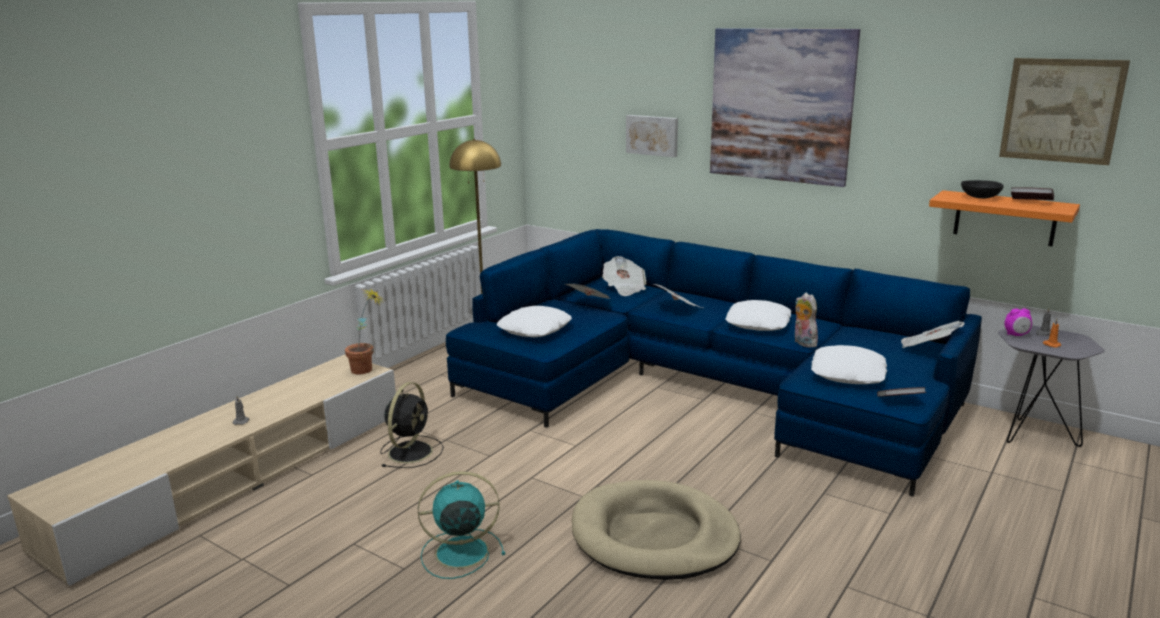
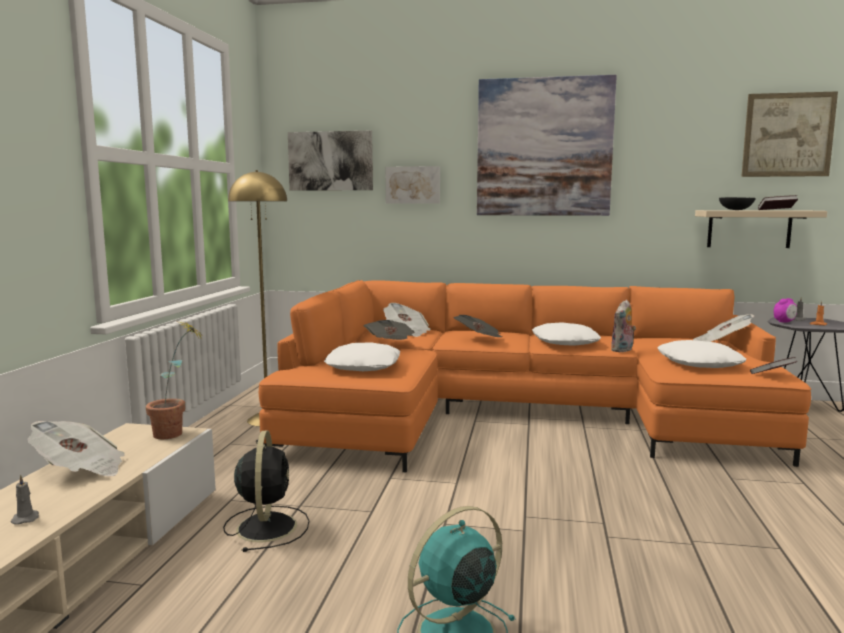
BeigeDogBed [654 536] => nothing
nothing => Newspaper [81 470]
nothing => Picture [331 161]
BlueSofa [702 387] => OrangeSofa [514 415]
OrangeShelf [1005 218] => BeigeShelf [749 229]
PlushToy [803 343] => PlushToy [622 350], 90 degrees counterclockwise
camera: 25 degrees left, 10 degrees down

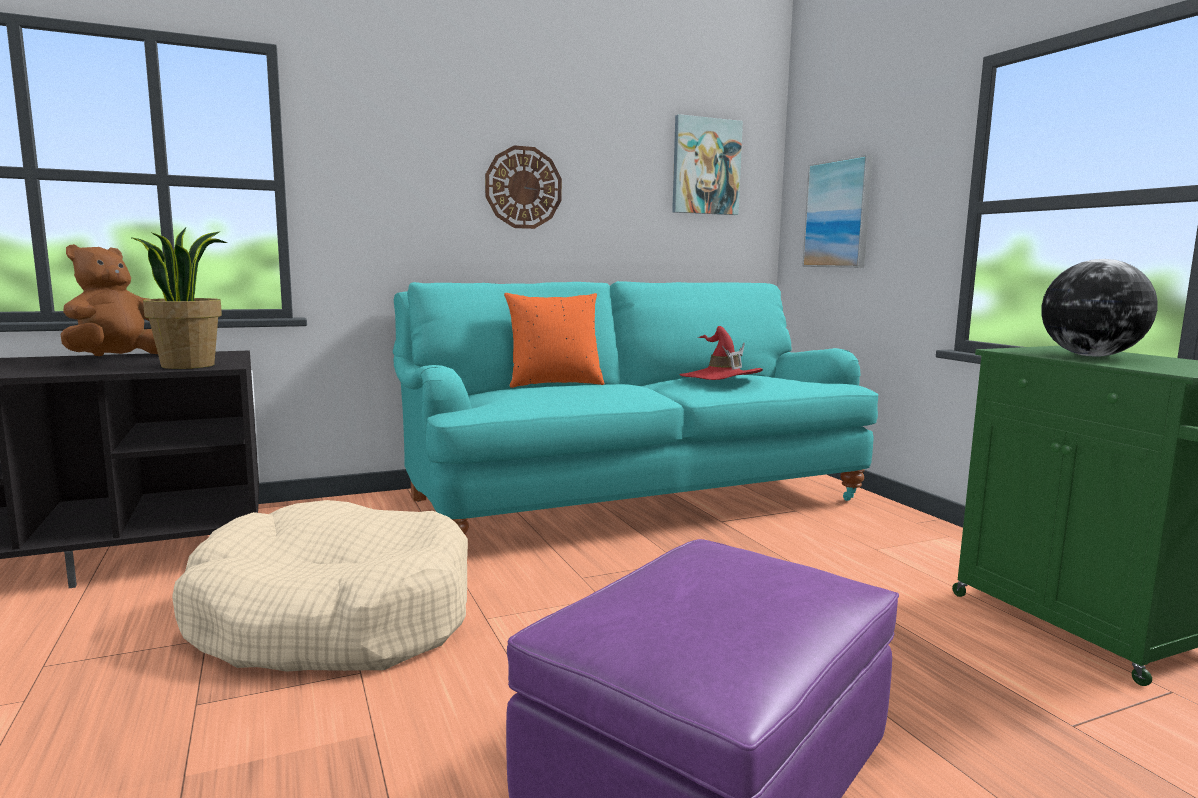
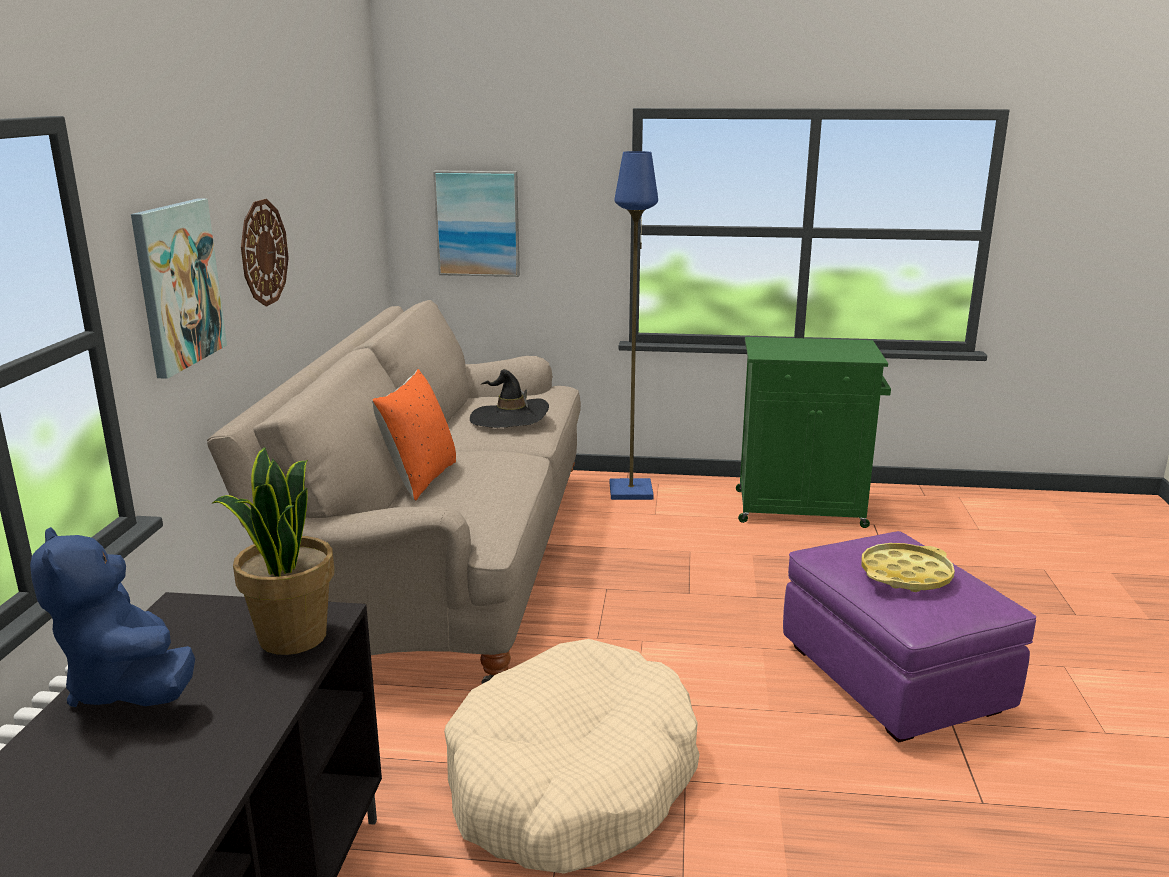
Globe [1091 356] => nothing
nothing => BlueFloorLamp [631 491]
nothing => YellowTray [906 575]
Picture [706 166] => Picture [177 285], shifted
BrownPlushToy [119 358] => BluePlushToy [129 687]
TurquoiseSofa [631 498] => BeigeSofa [444 561]
RedHat [720 379] => BlackHat [509 418]
camera: 60 degrees left, 10 degrees up

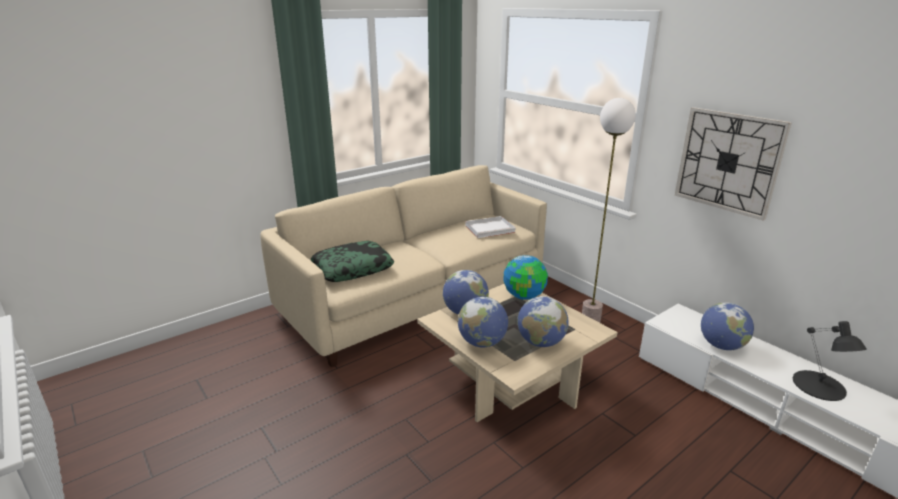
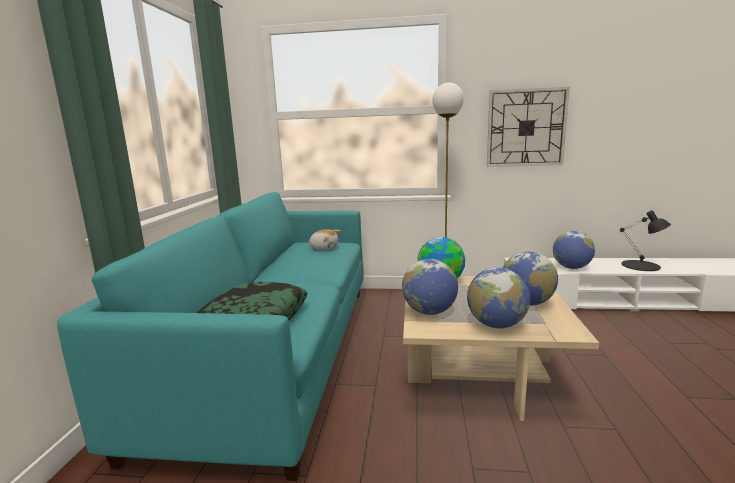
WhiteTray [490 229] => PlushToy [324 248]
BeigeSofa [416 298] => TurquoiseSofa [277 353]
camera: 45 degrees left, 10 degrees down

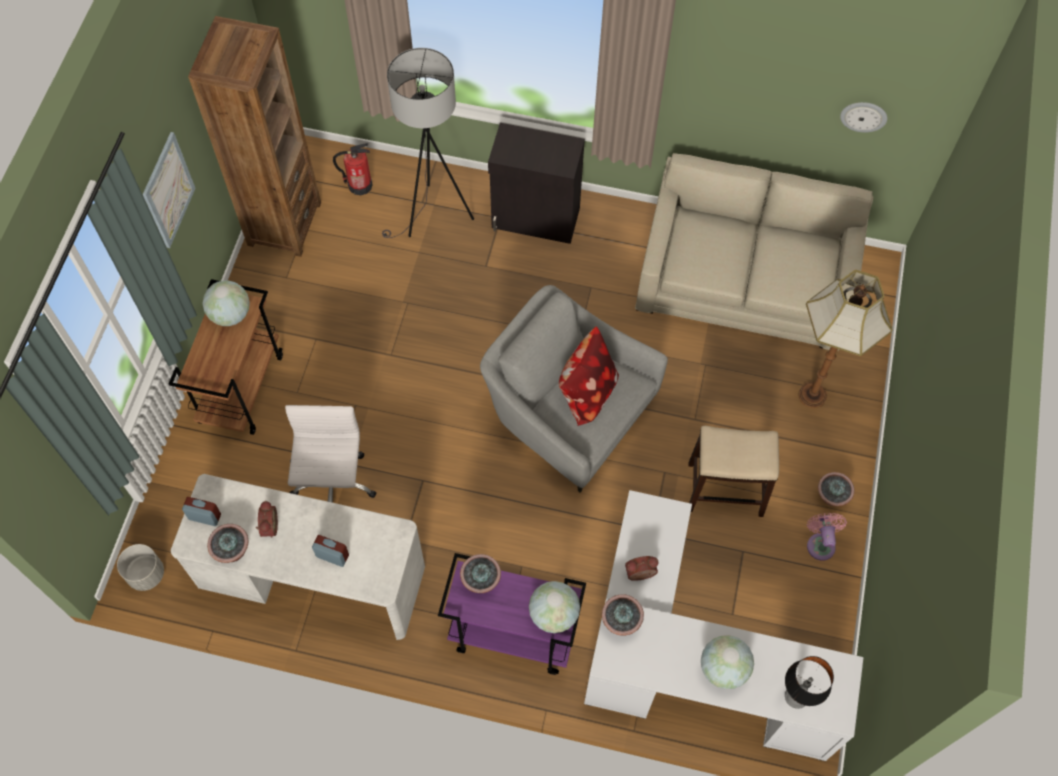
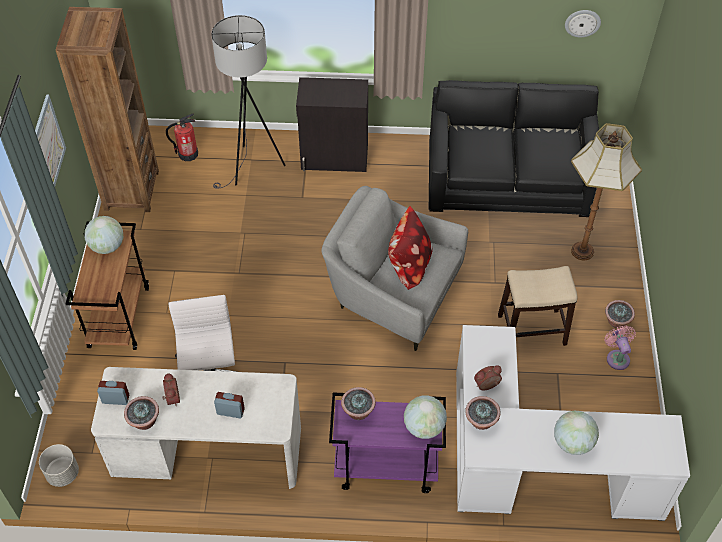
TableLamp [796 696] => nothing
BeigeSofa [746 278] => BlackSofa [509 176]
camera: 10 degrees left, 10 degrees down

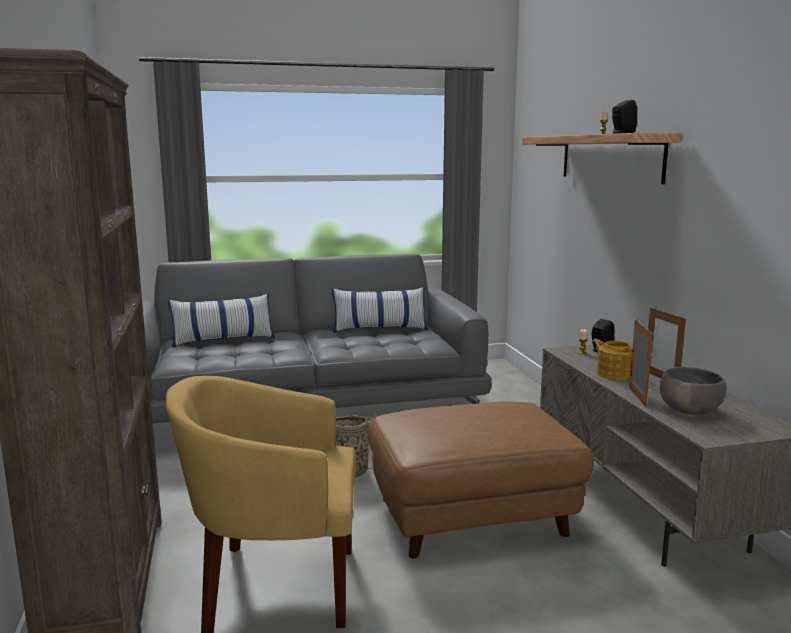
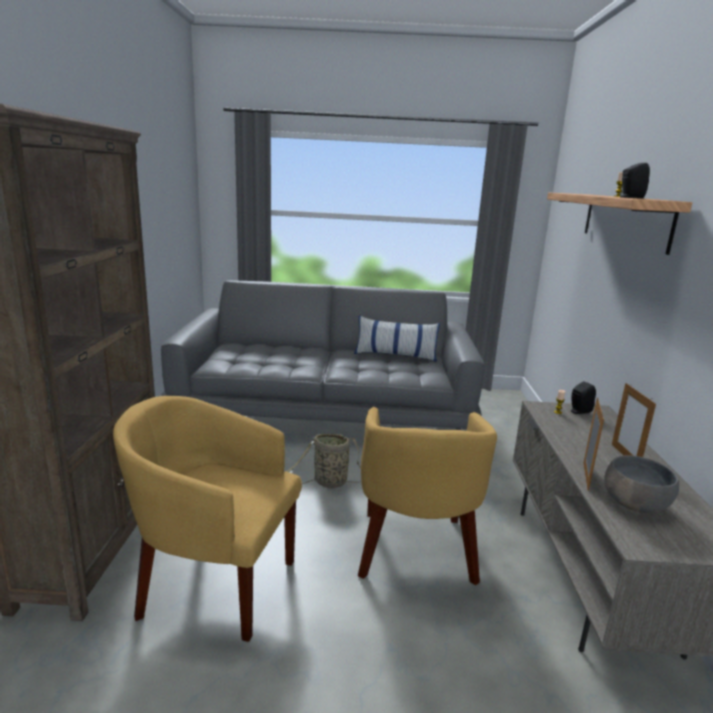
Pillow [223 340] => nothing
Teapot [614 374] => nothing
BrownOttoman [472 517] => YellowArmchair [415 550]
camera: 15 degrees right, 5 degrees up

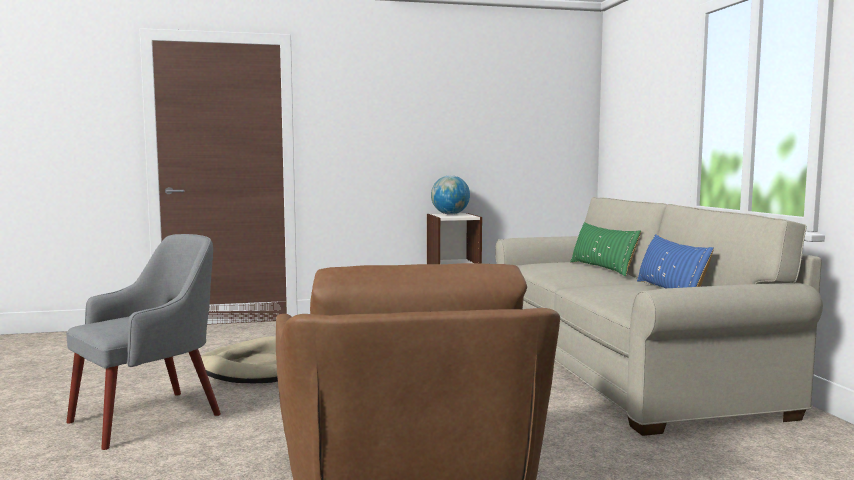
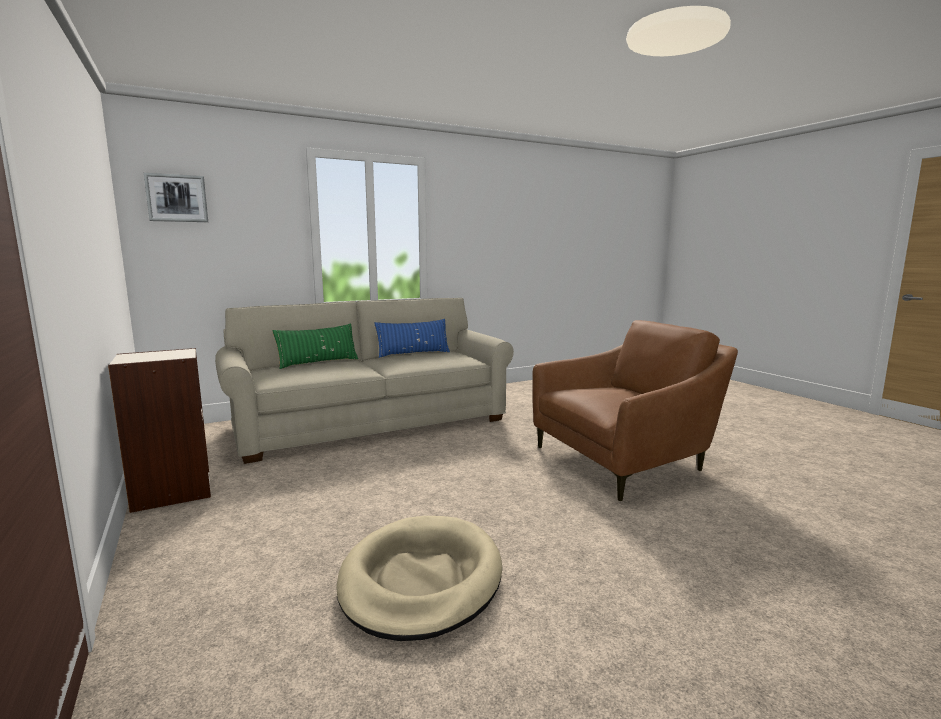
GreyArmchair [150 417] => nothing
Globe [450 214] => nothing
nothing => Picture [177 198]
camera: 105 degrees left, 5 degrees up

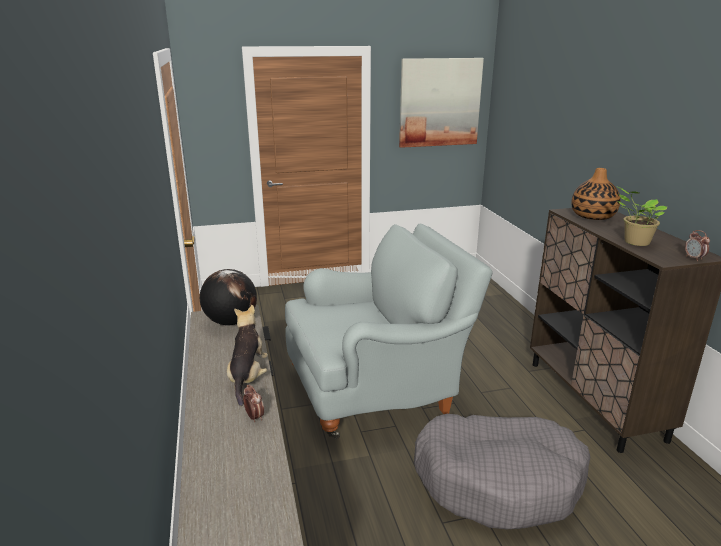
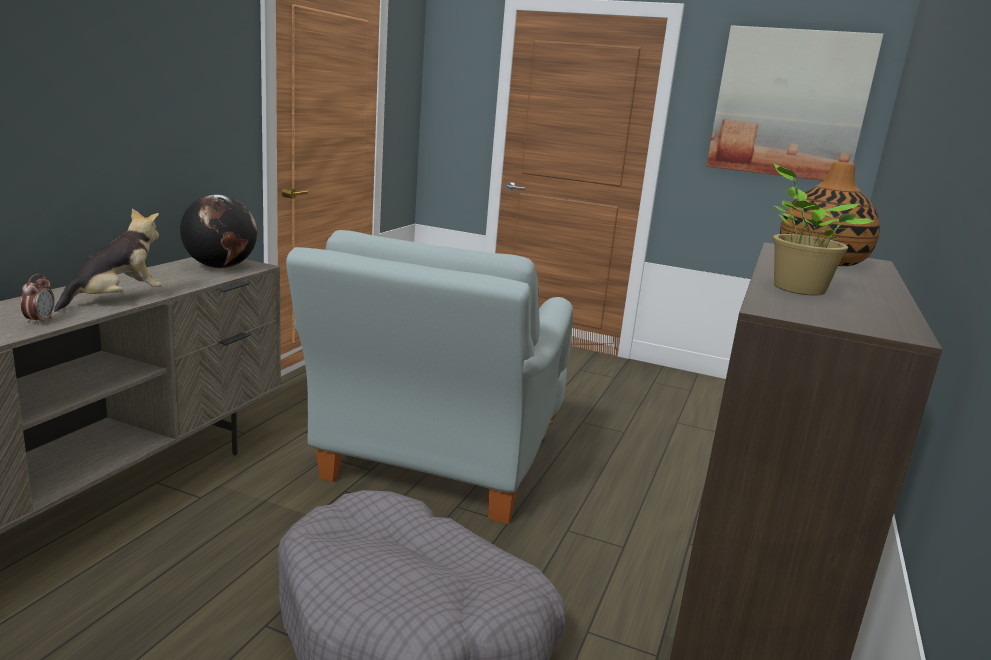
AlarmClock [694 258] => nothing
GreyArmchair [378 389] => GreyArmchair [437 464], 90 degrees clockwise
camera: 35 degrees right, 5 degrees down

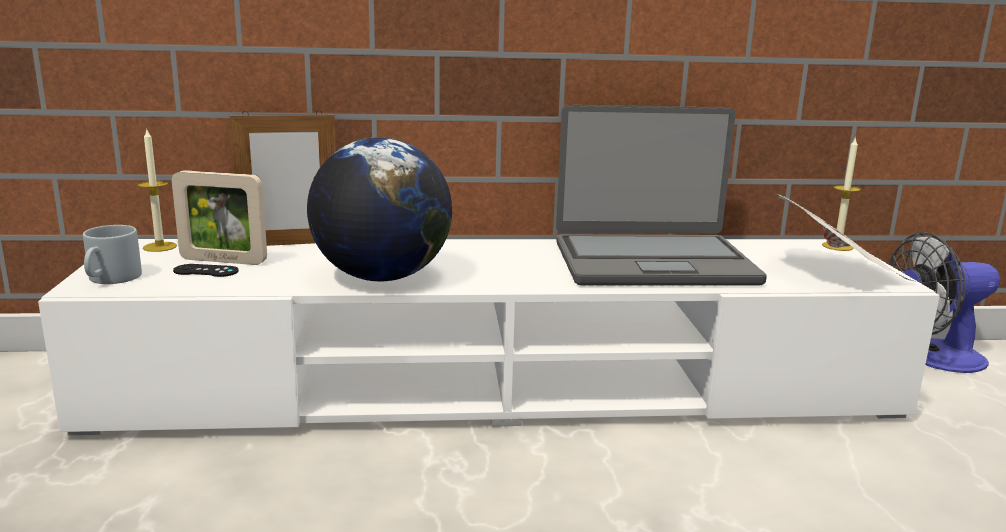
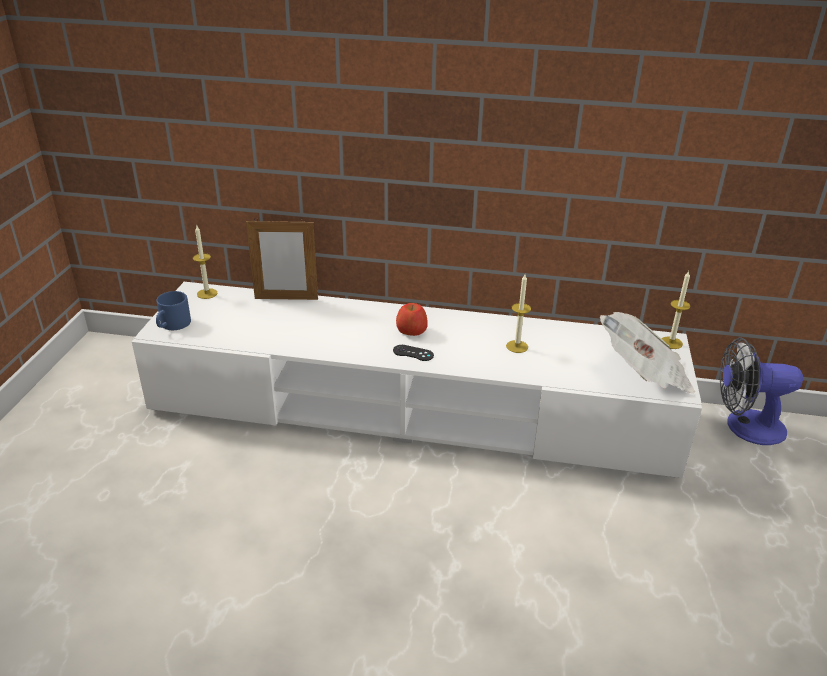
PictureFrame [223 260] => nothing
Globe [381 277] => nothing
nothing => Apple [411 331]
BlackGameController [206 271] => BlackGameController [413 353], shifted
Laptop [652 262] => Candle [517 346]
GreyMug [111 279] => BlueMug [173 325]
camera: 15 degrees right, 15 degrees up

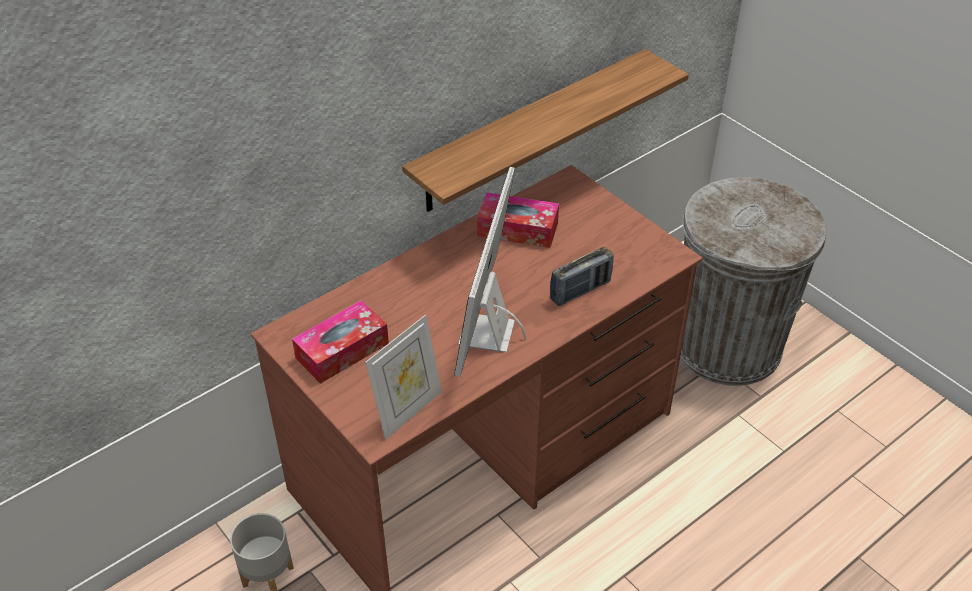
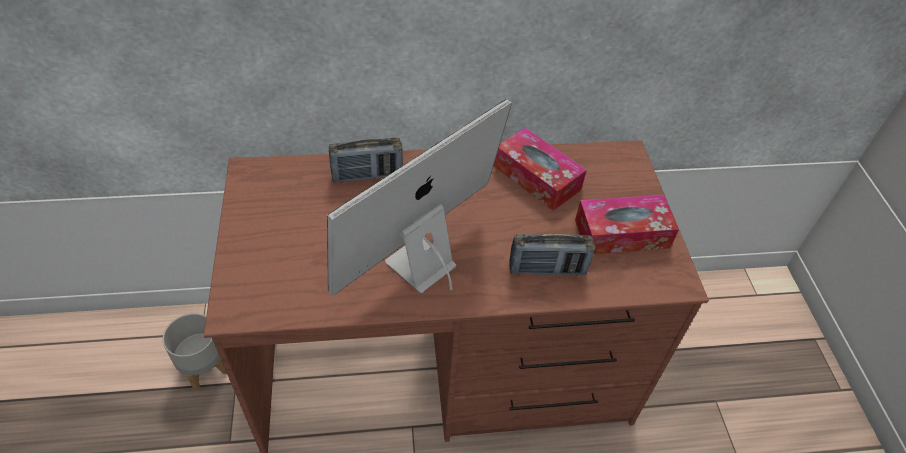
PictureFrame [408 410] => nothing
Shelf [530 131] => nothing
GreyTrashCan [727 344] => nothing
nothing => Radio [367 175]
TissueBox [342 351] => TissueBox [622 234], shifted
camera: 30 degrees right, 5 degrees up

